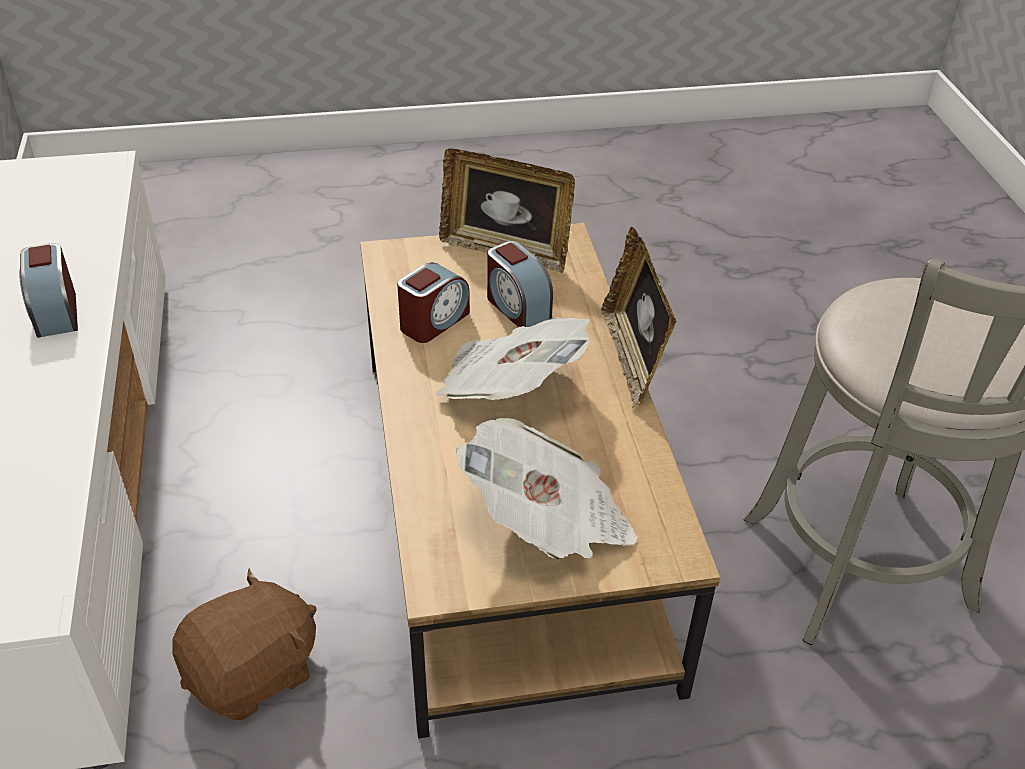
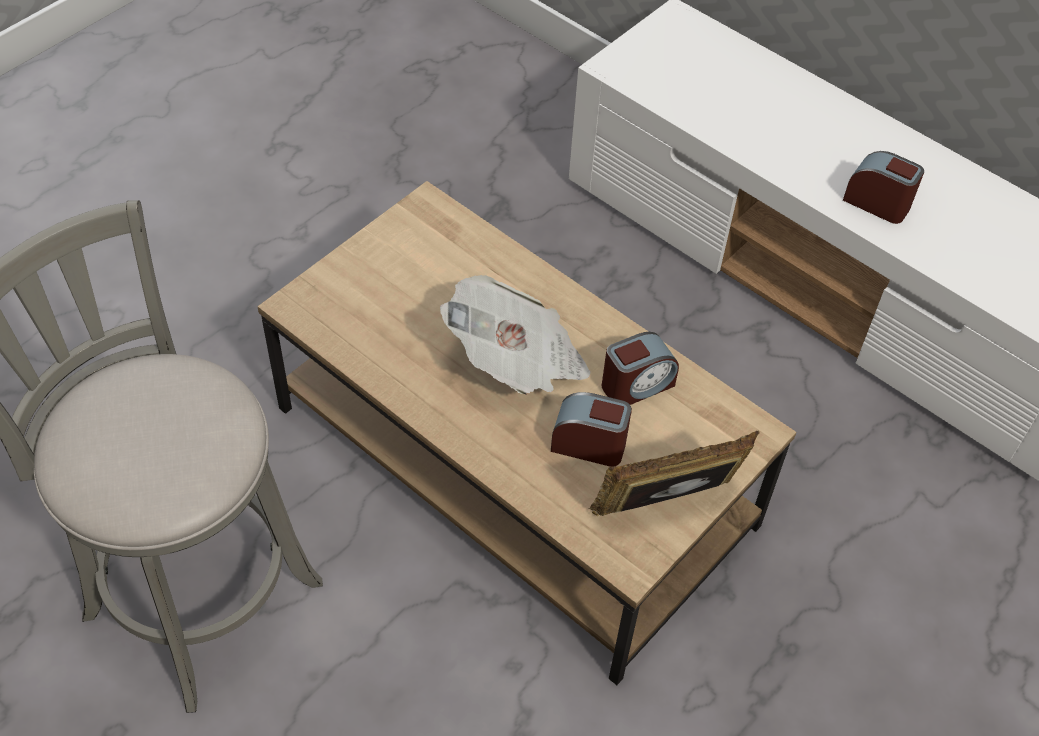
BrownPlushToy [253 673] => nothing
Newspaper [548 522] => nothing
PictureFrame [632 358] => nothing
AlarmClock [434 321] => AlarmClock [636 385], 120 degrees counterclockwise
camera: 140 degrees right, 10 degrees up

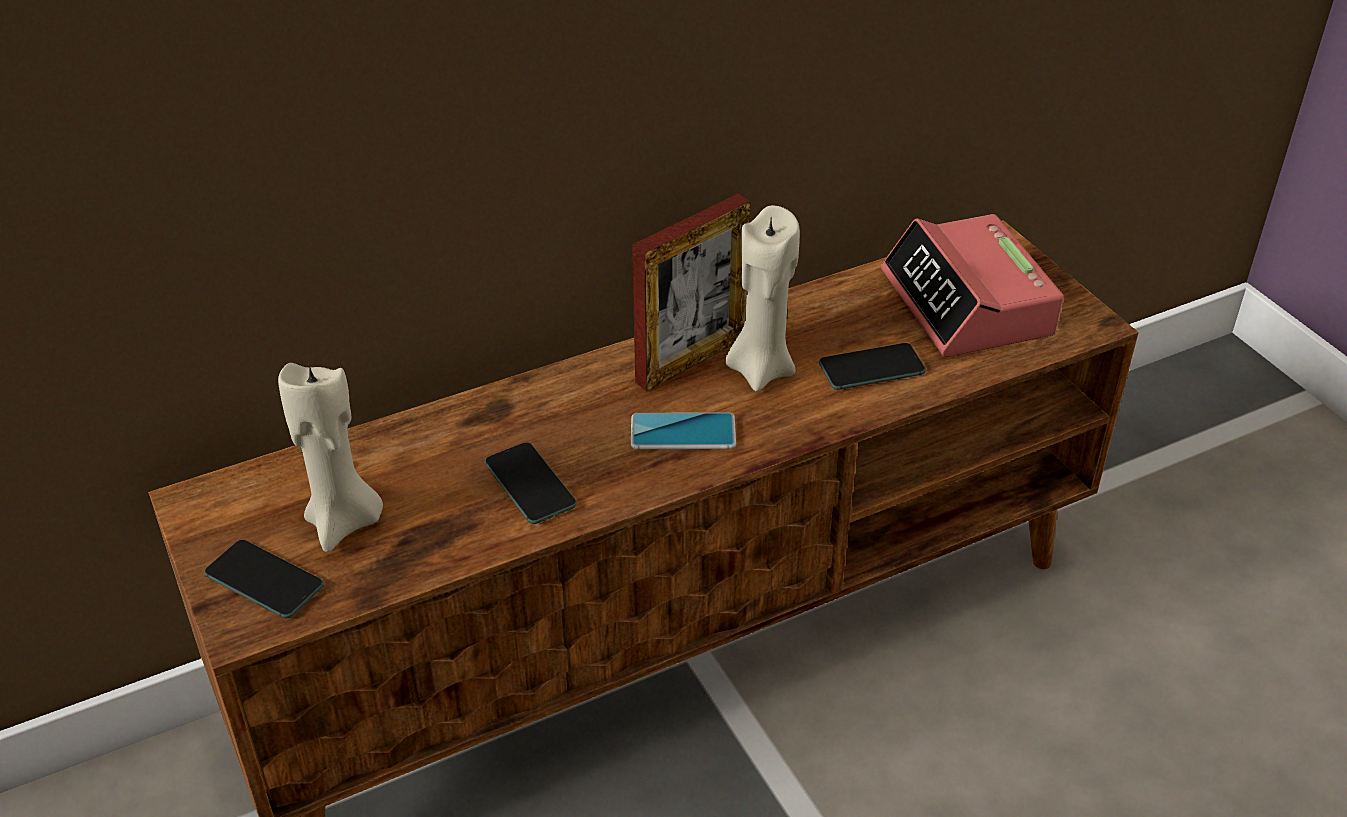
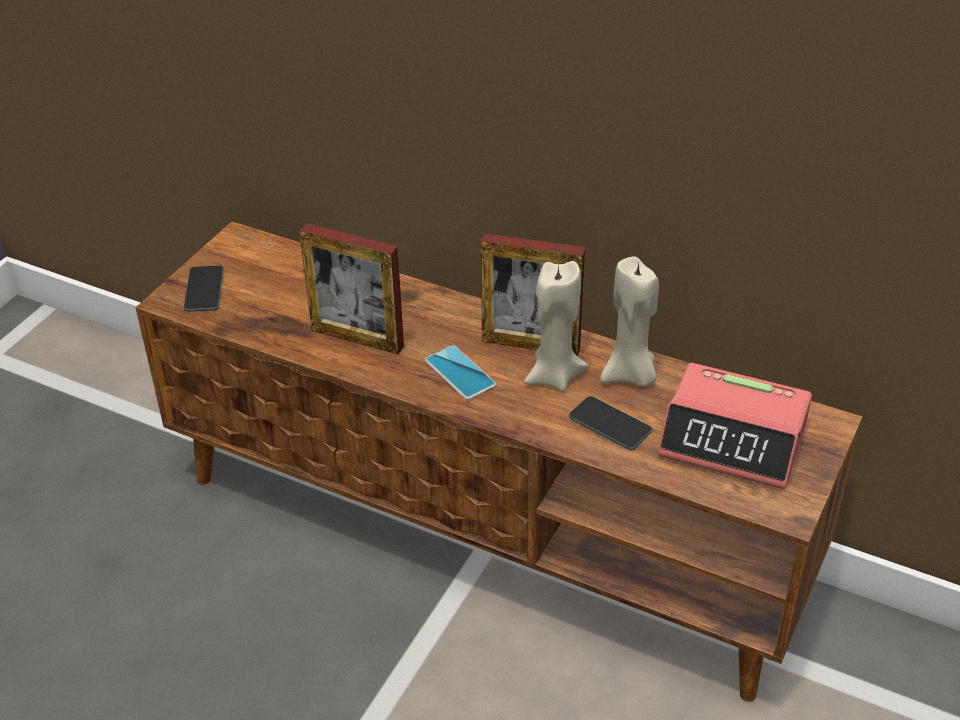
BeigeCandle [344 522] => BeigeCandle [630 376], shifted
Phone [530 484] => PictureFrame [357 338]
AlarmClock [967 304] => AlarmClock [733 440], 105 degrees counterclockwise
camera: 55 degrees right, 0 degrees up

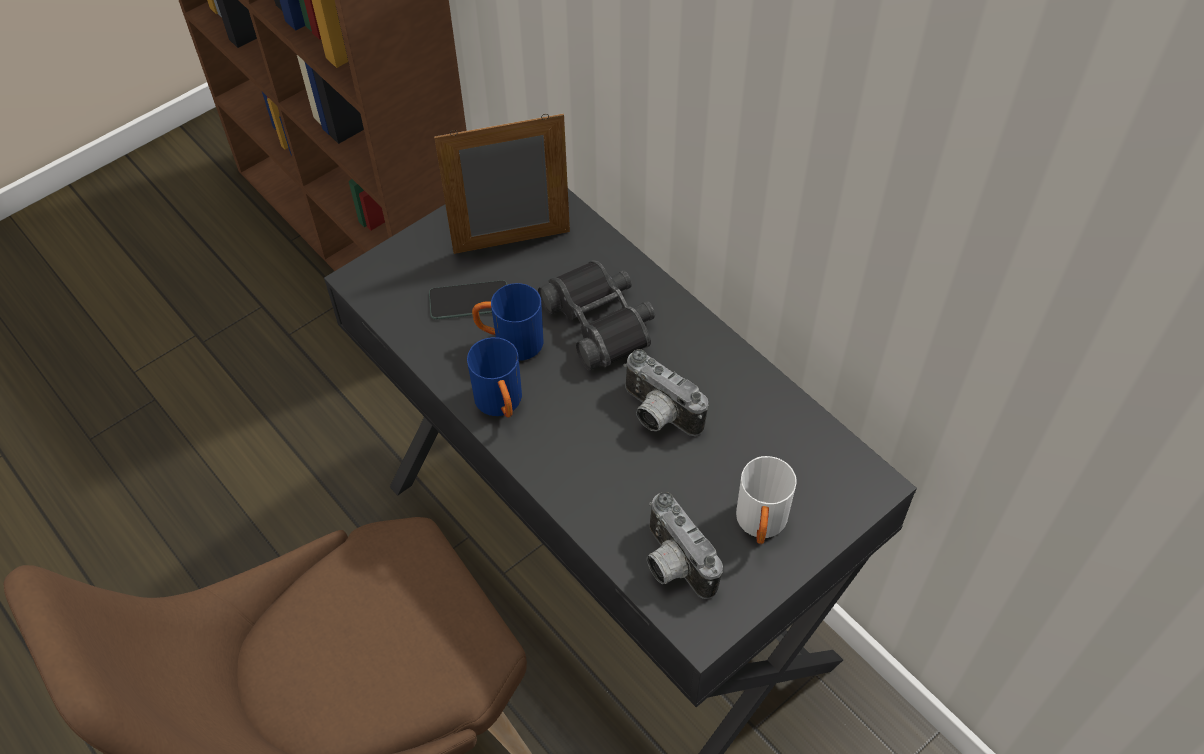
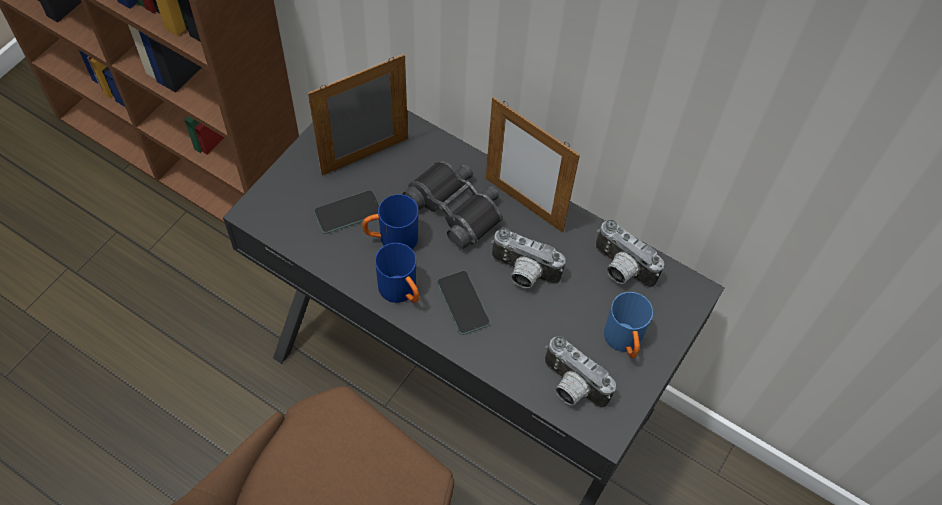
nothing => Phone [463 303]
nothing => PictureFrame [524 204]
nothing => PhotoCamera [620 269]
WhiteMug [761 526] => BlueMug [624 342]
camera: 20 degrees left, 5 degrees up

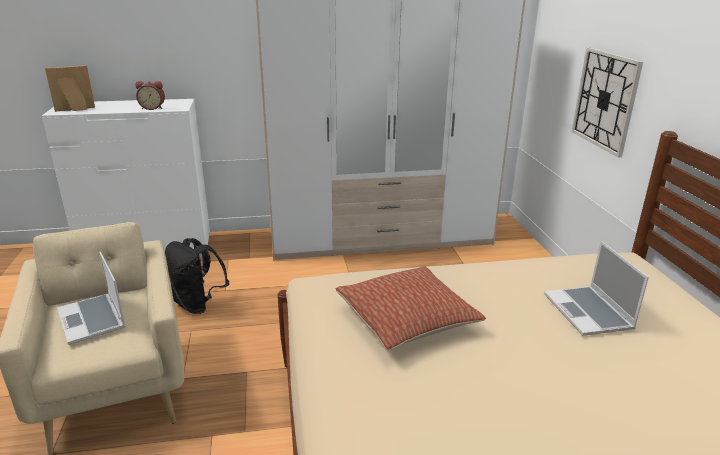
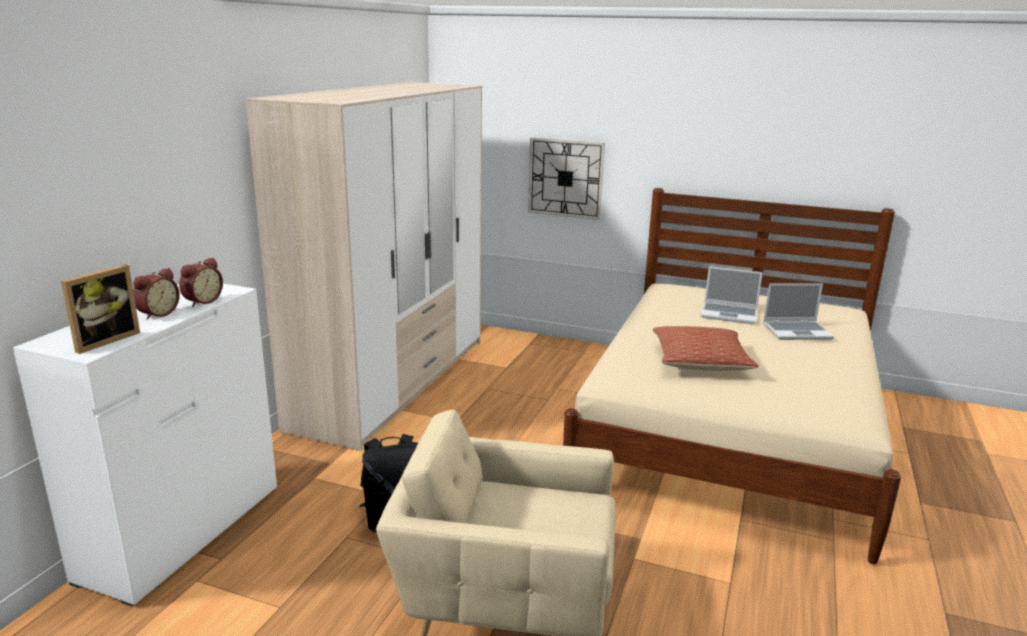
nothing => AlarmClock [157 314]
Laptop [93 320] => Laptop [797 331], shifted
PictureFrame [75 110] => PictureFrame [104 340], 150 degrees counterclockwise
camera: 60 degrees left, 5 degrees down

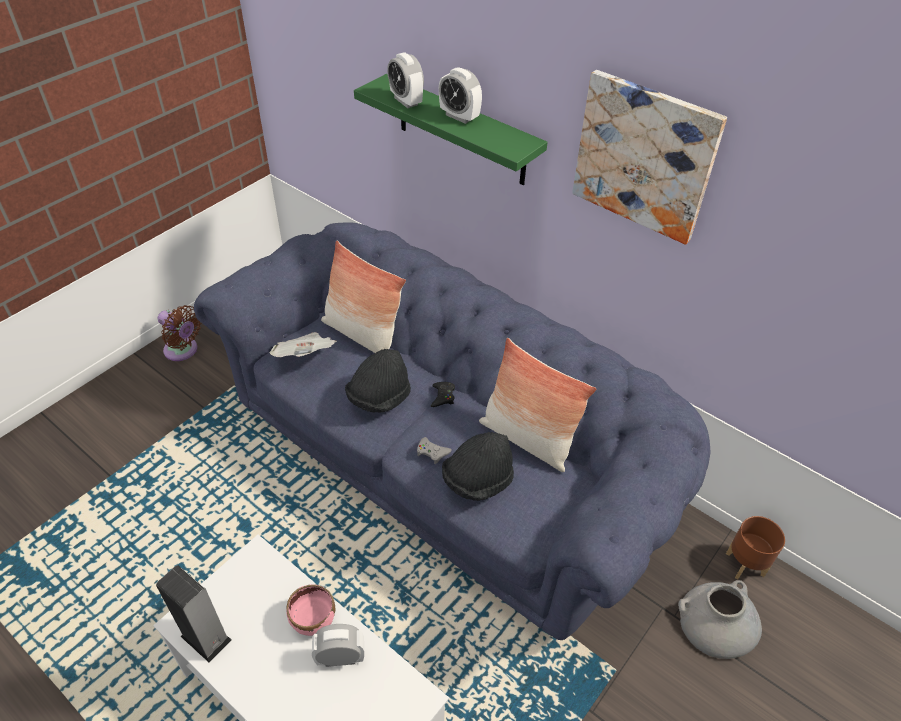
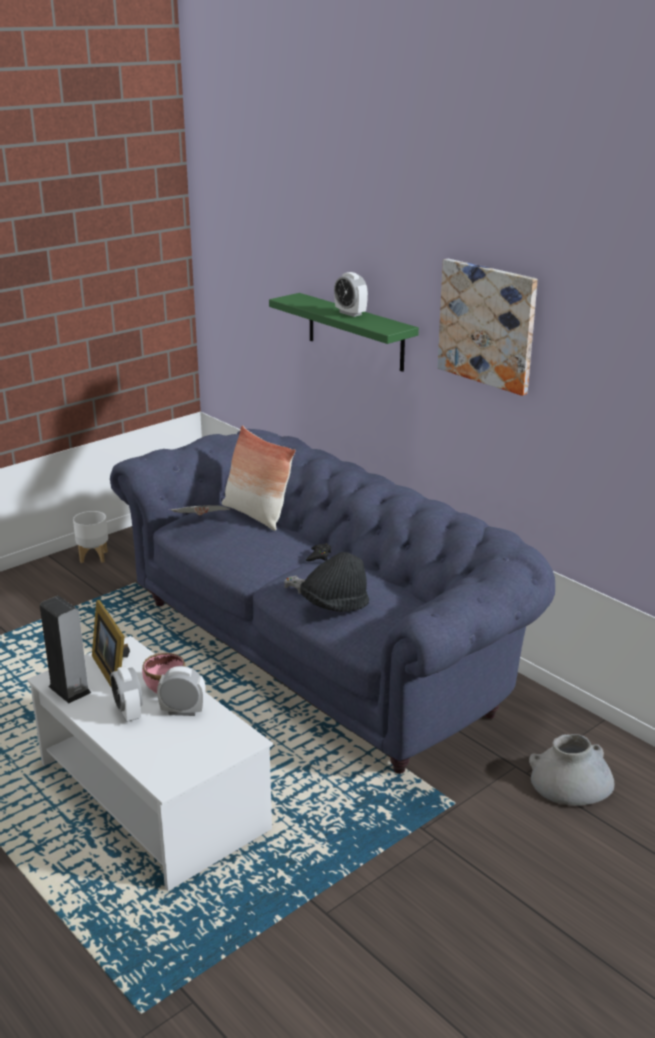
BlackHat [379 397] => nothing
Pillow [527 439] => nothing
BrownPlanter [745 564] => nothing
nothing => PictureFrame [114 670]
AlarmClock [406 101] => AlarmClock [128 712], shifted
BrownFan [183 351] => WhitePlanter [94 557]
camera: 10 degrees right, 20 degrees down

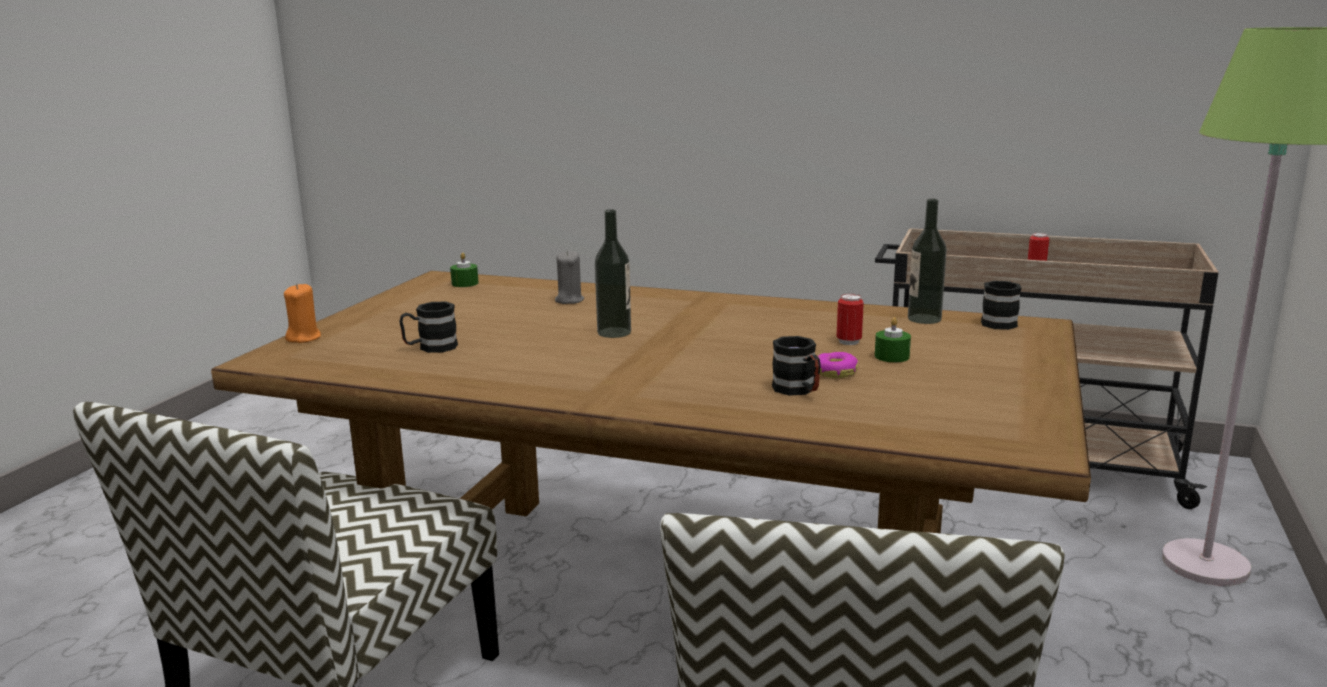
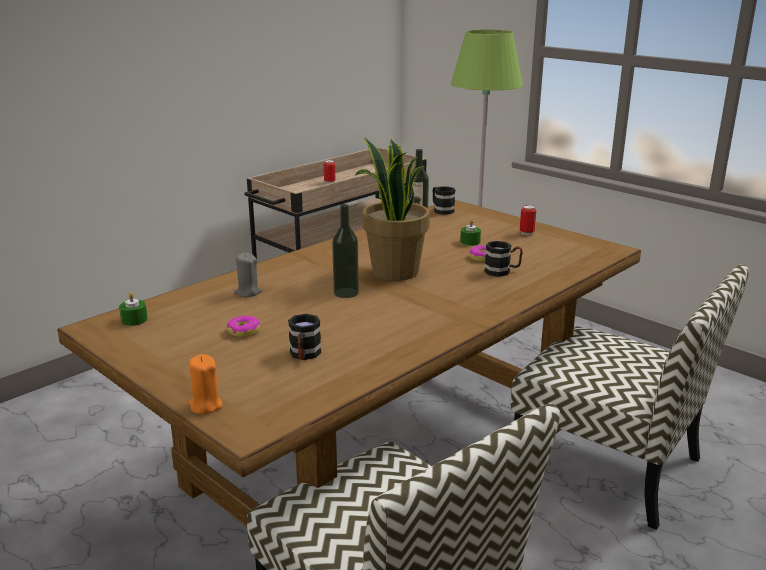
nothing => Donut [244 331]
nothing => PottedPlant [394 272]
Can [849 342] => Can [526 233], shifted
camera: 65 degrees left, 5 degrees up

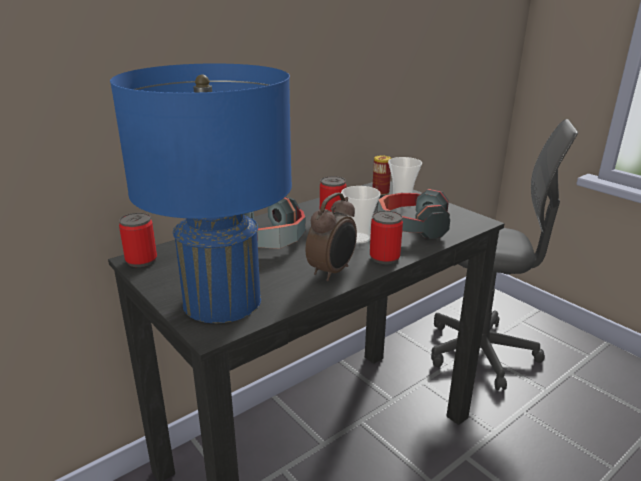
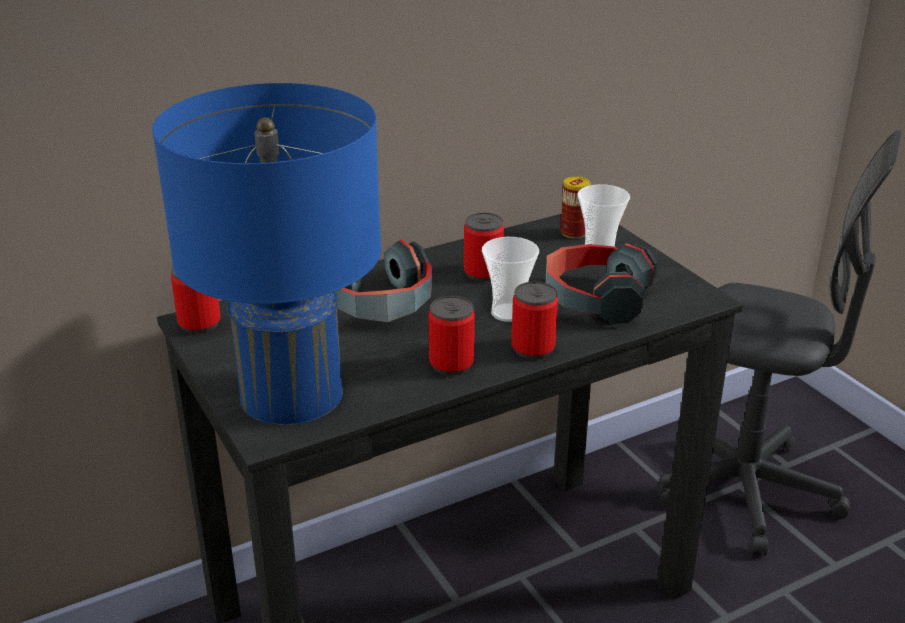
AlarmClock [332 271] => Can [451 364]
camera: 10 degrees right, 5 degrees up

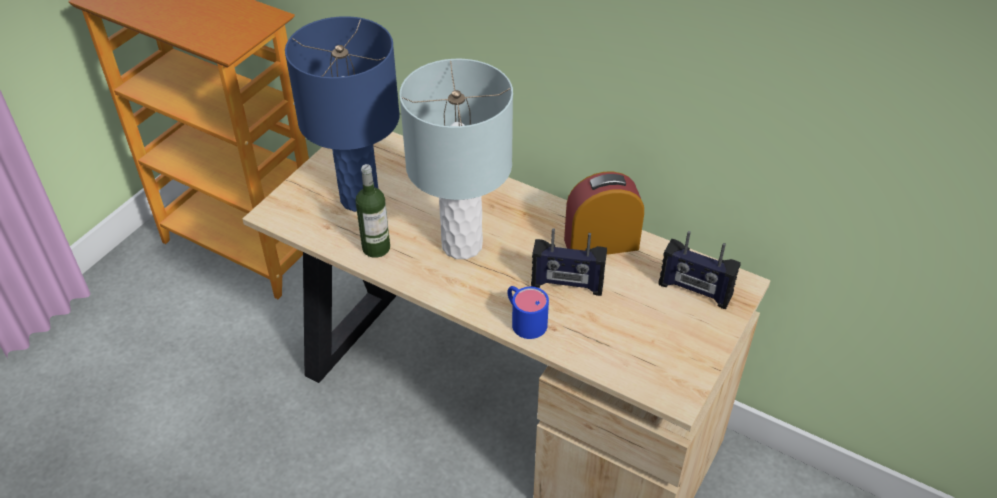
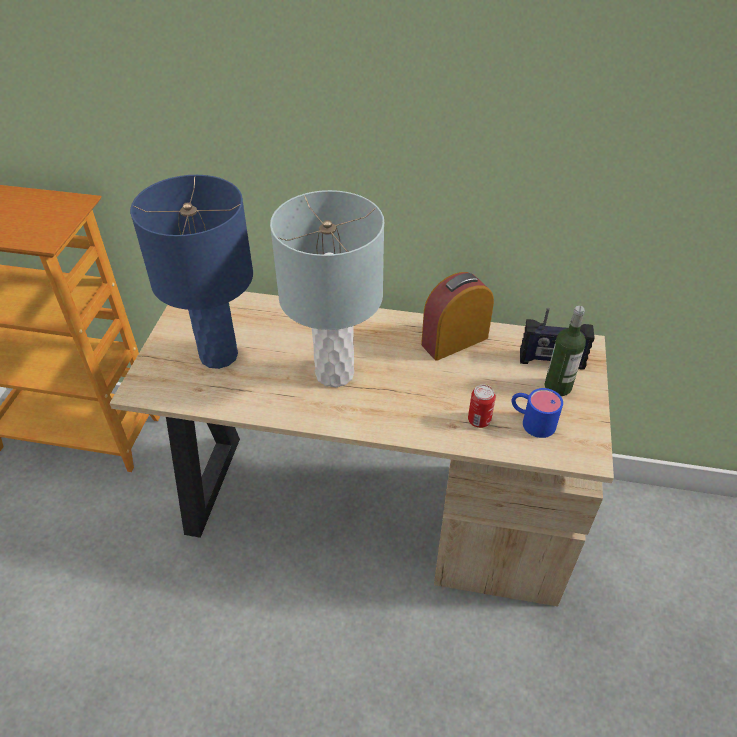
Radio [567 284] => nothing
nothing => Can [479 420]
Bottle [376 248] => Bottle [558 386], shifted
BlueMug [524 319] => BlueMug [531 421], shifted
camera: 20 degrees left, 0 degrees up

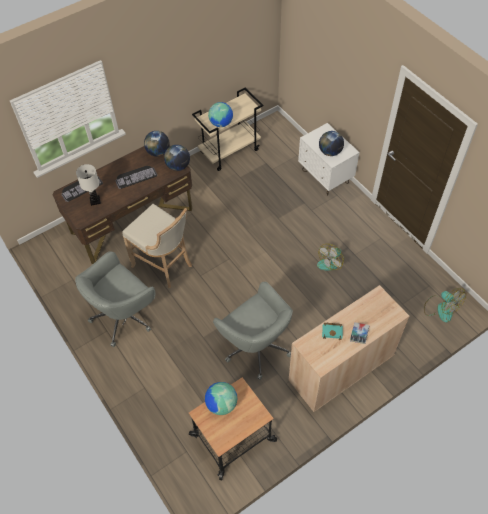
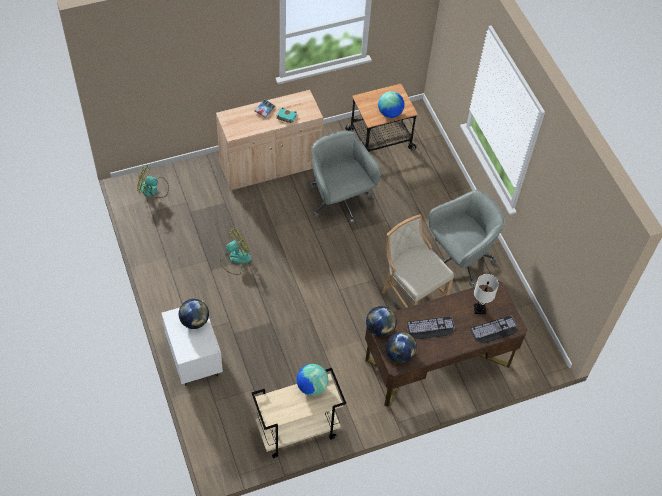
Fan [441 308] => Fan [153 189], 60 degrees counterclockwise
camera: 170 degrees left, 0 degrees up

